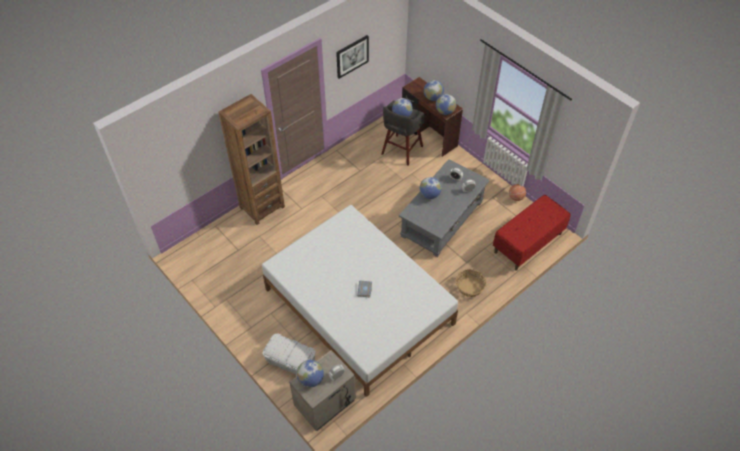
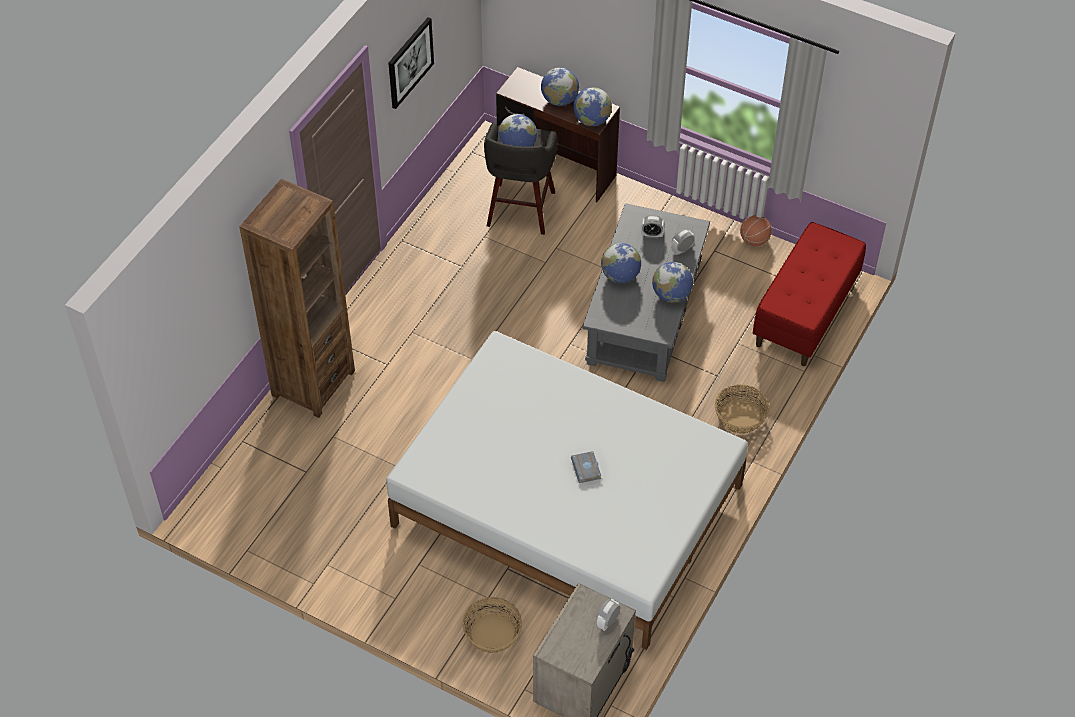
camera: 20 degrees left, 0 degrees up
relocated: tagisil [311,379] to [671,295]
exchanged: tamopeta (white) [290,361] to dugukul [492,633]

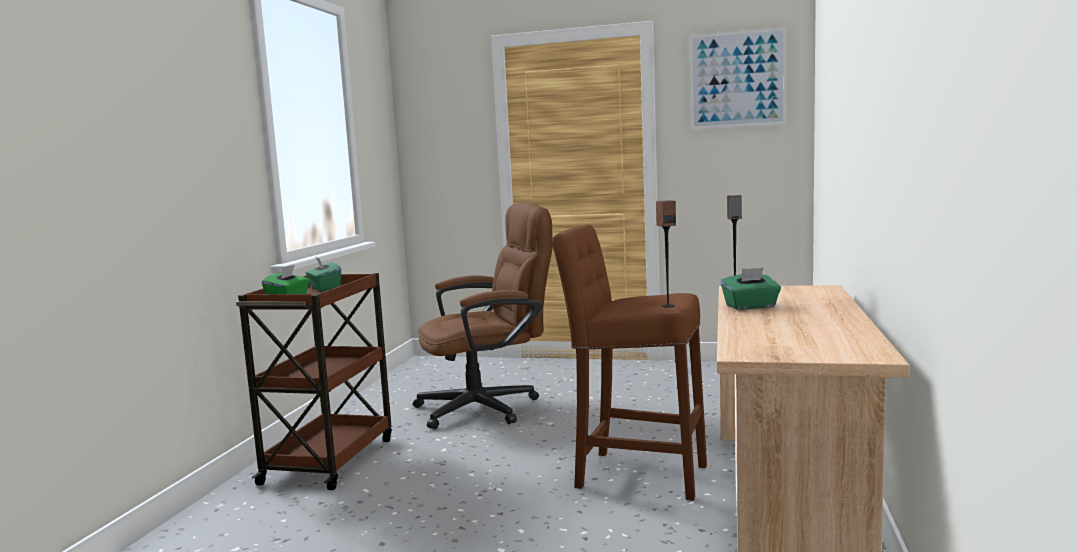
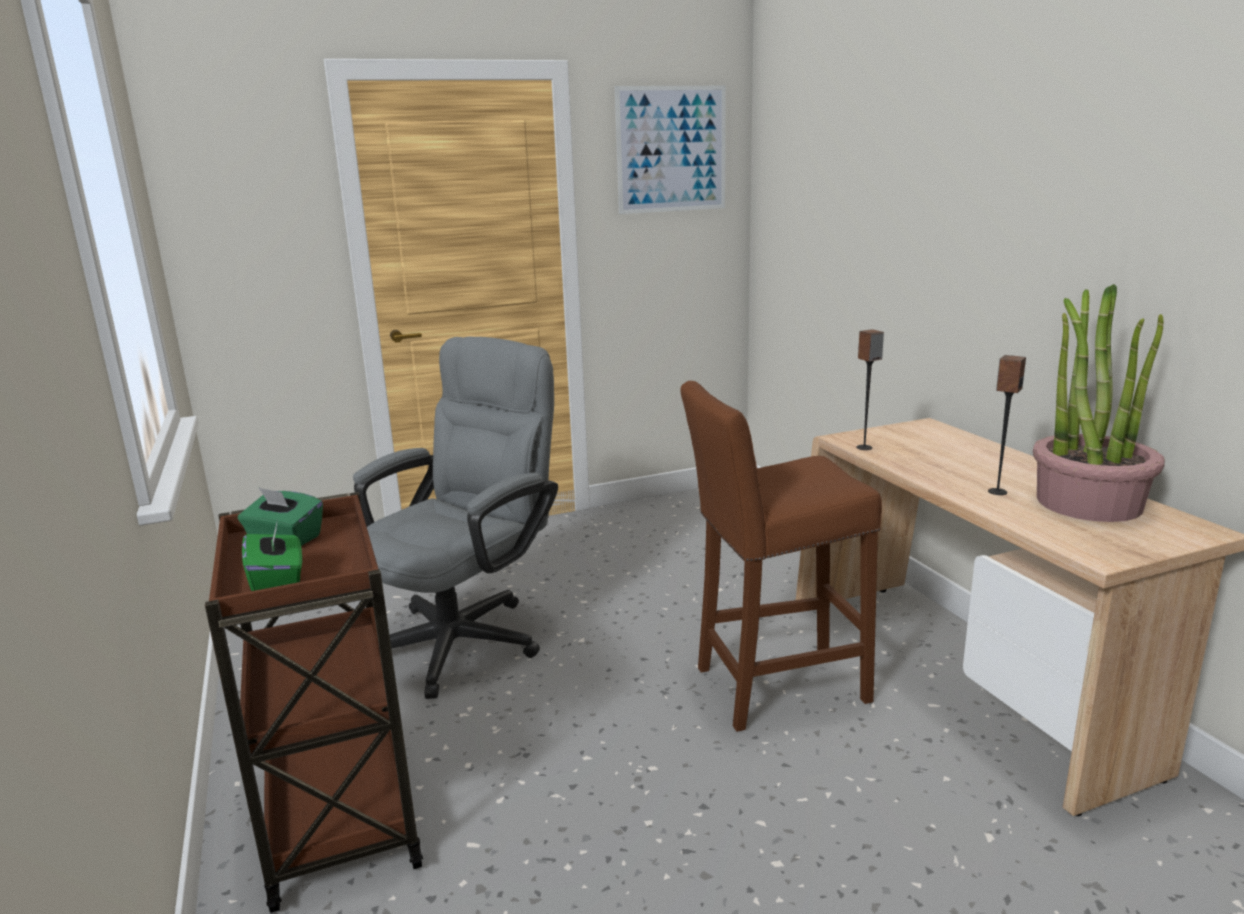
camera: 35 degrees left, 10 degrees up
missing: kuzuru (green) [751,306]
appeared: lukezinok [1088,502]
relocated: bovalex [667,306] to [997,492]
colour: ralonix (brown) [489,406] to ralonix (grey) [467,636]

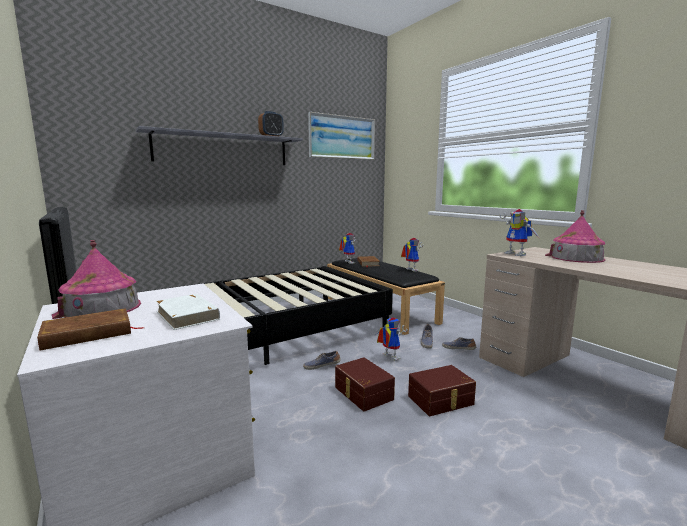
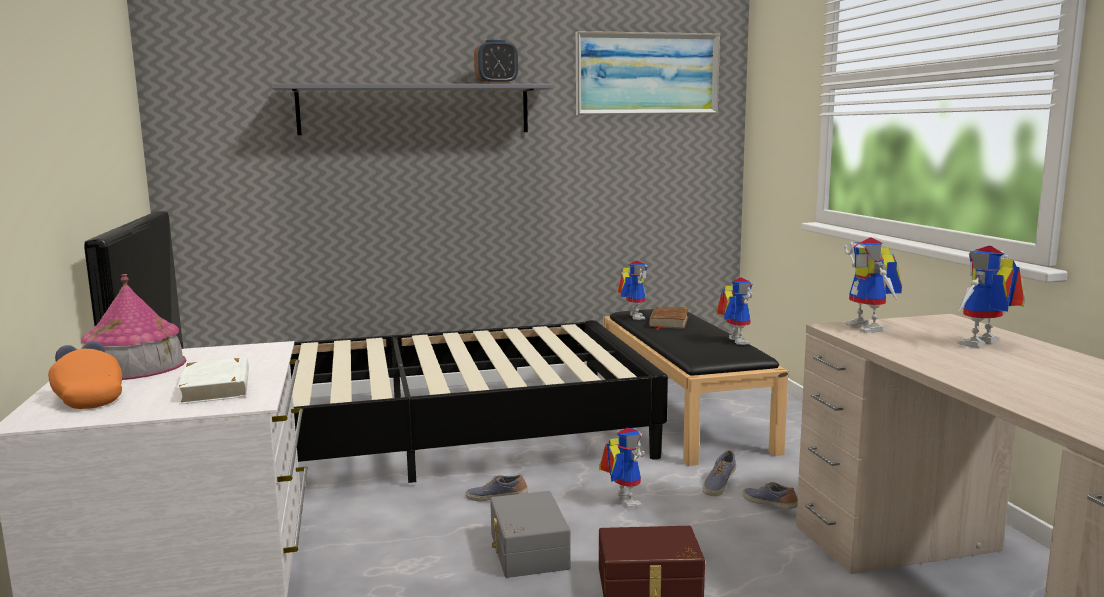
camera: 20 degrees right, 0 degrees up
exchanged: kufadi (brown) [88,334] to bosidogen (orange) [88,398]; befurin [576,257] to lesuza [983,344]
colour: tamopeta (brown) [362,393] to tamopeta (grey) [526,551]

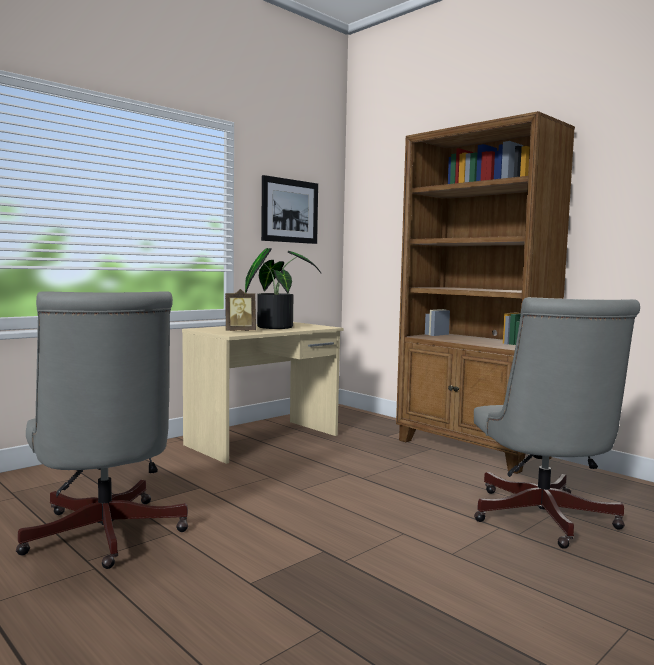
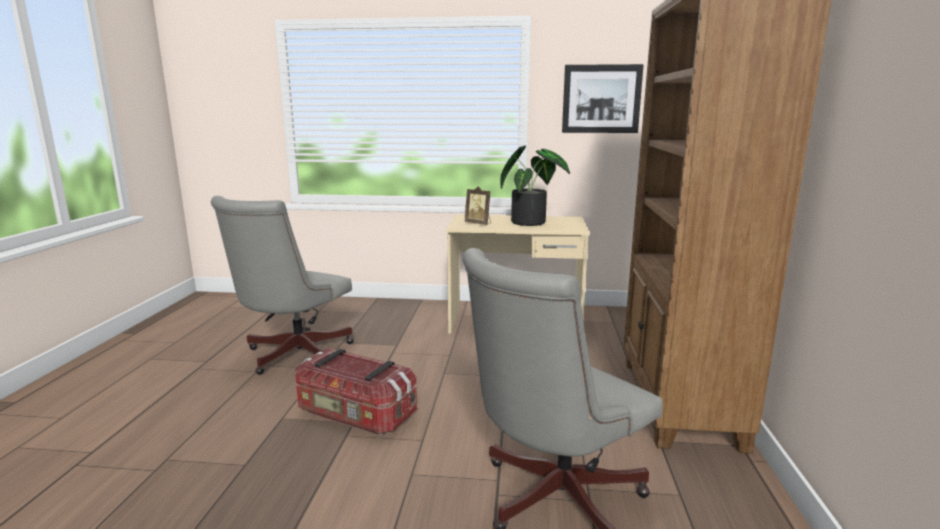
camera: 50 degrees right, 10 degrees up
appeared: tamopeta [355,414]

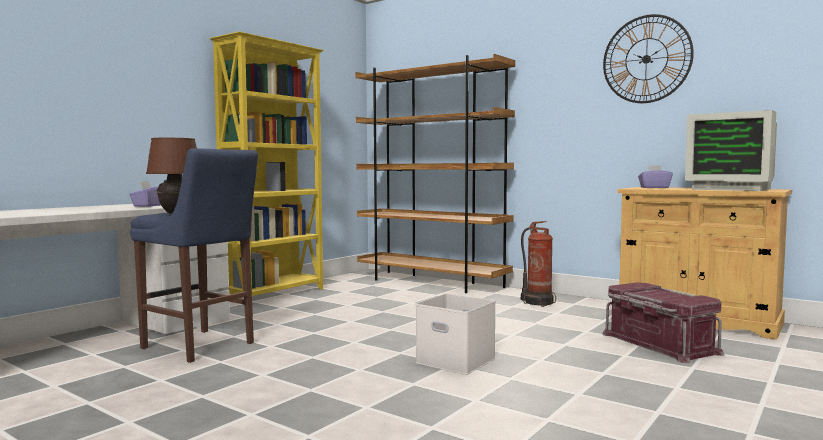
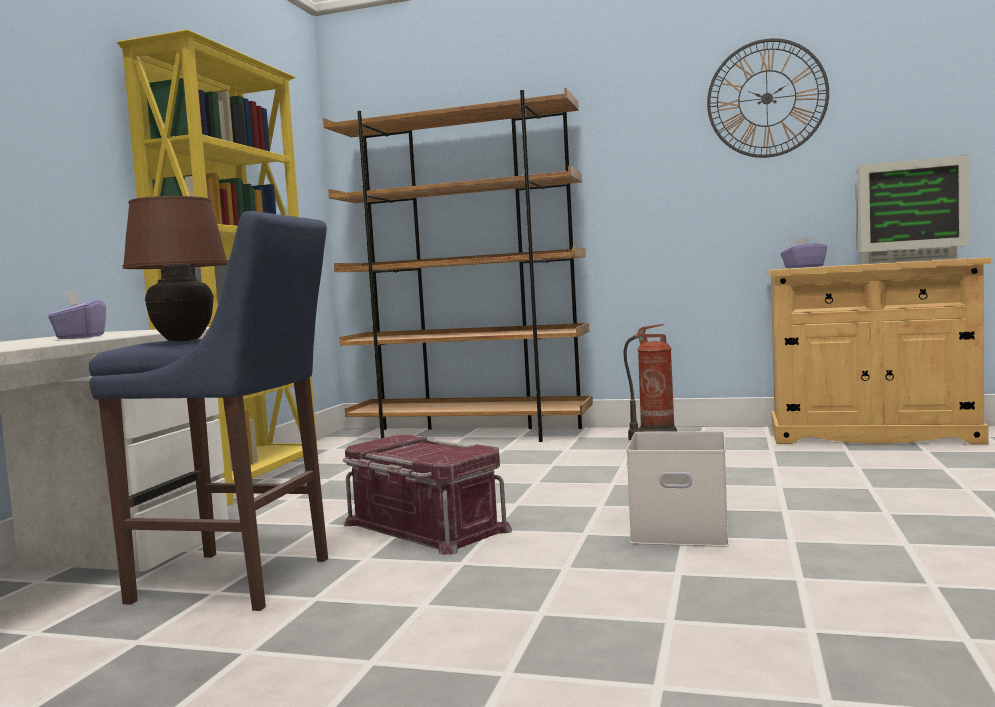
camera: 20 degrees left, 0 degrees up
relocated: tamopeta (red) [658,343] to [423,527]

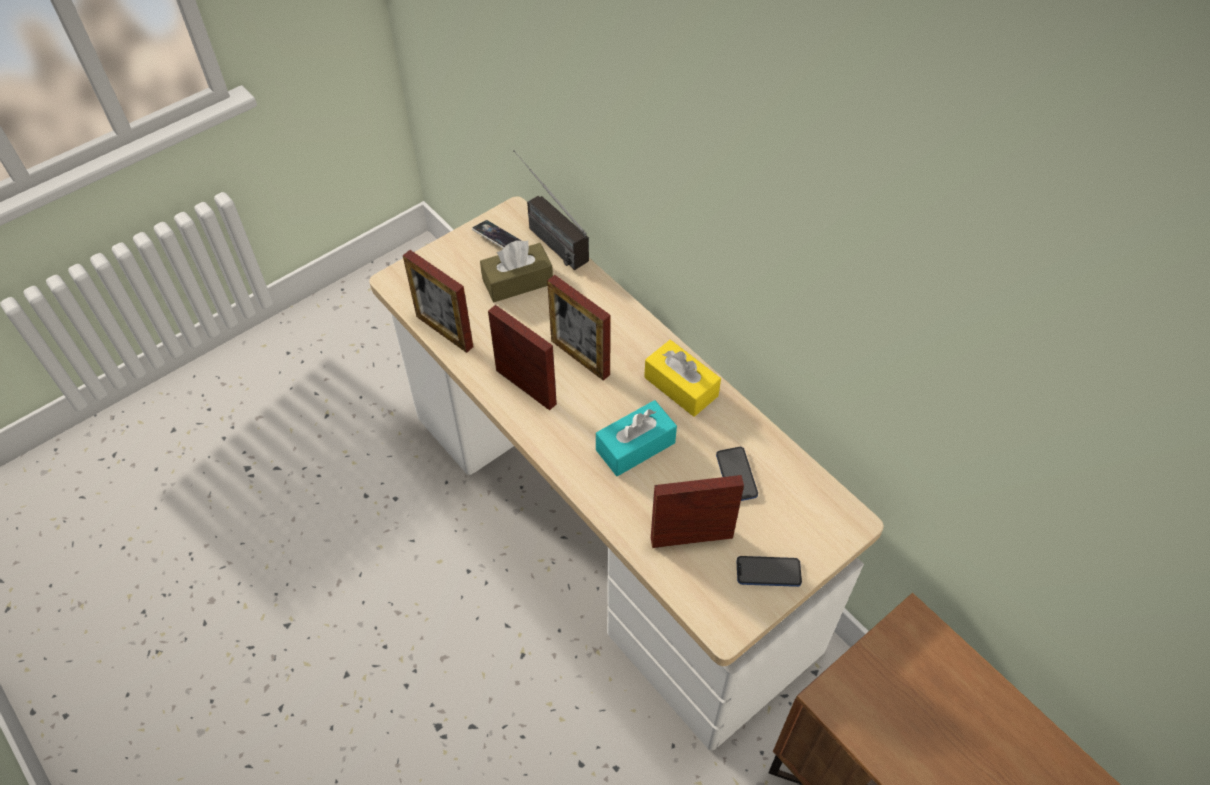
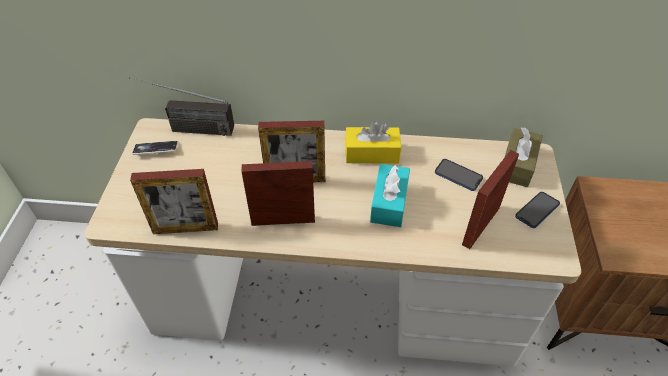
camera: 45 degrees left, 5 degrees down
relocated: kuzuru (brown) [517,281] to [517,165]

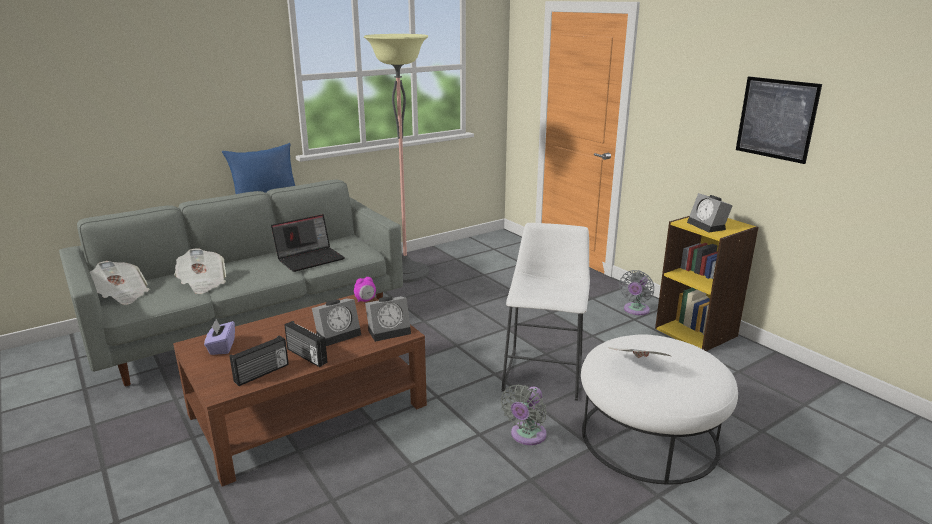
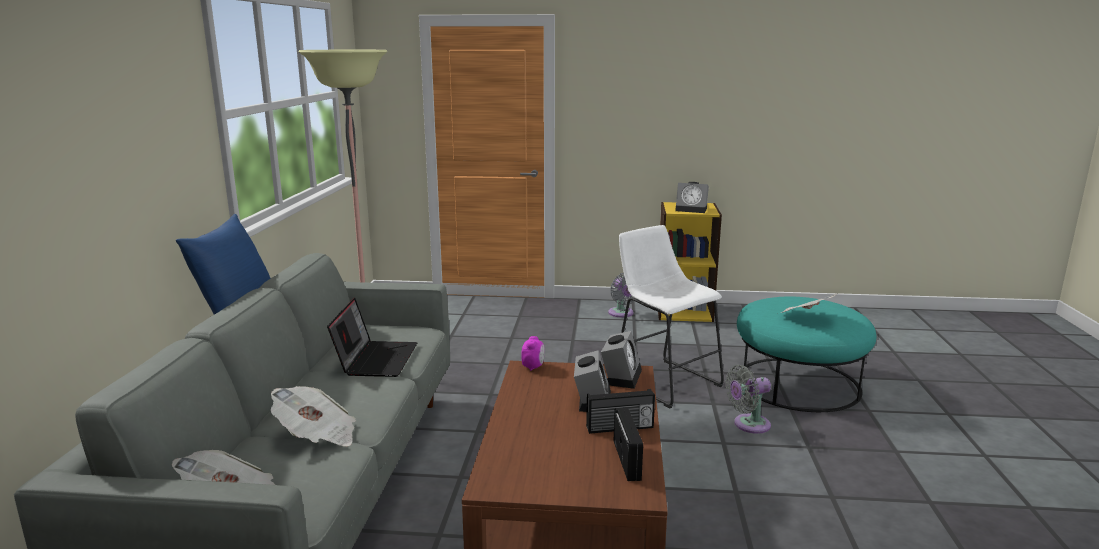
camera: 50 degrees left, 5 degrees down
missing: kuzuru (purple) [221,347]; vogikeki [776,119]
colour: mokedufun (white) [649,437] to mokedufun (turquoise) [798,383]
spun: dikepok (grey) [526,436] = [748,425] 90 degrees clockwise

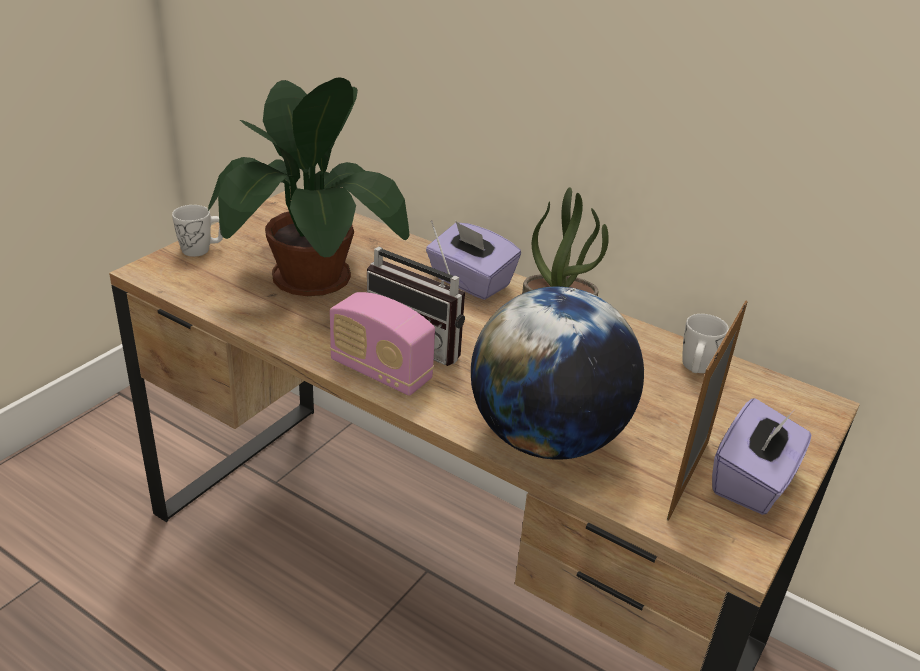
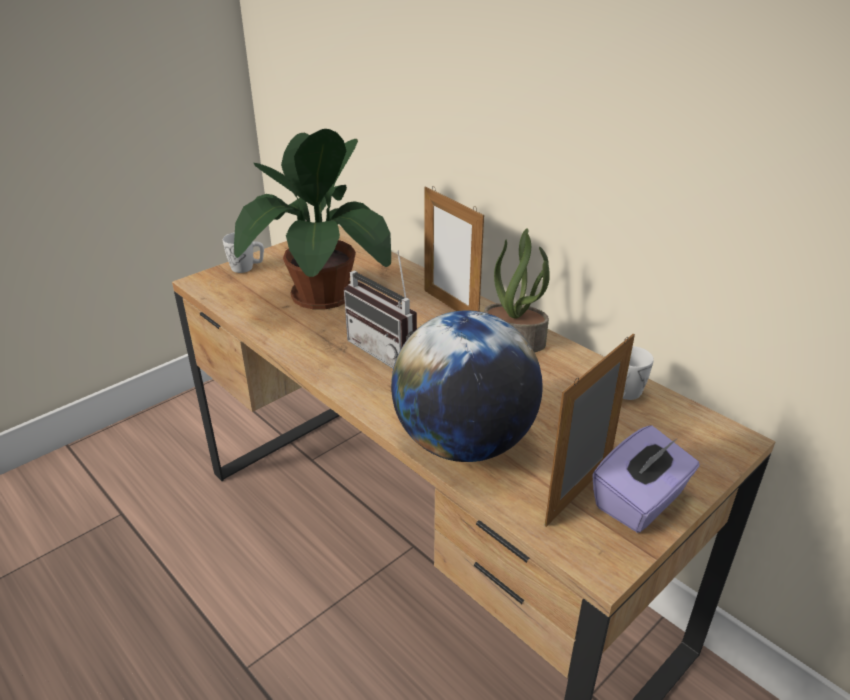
camera: 15 degrees right, 0 degrees up
missing: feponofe [381,372]
exchanged: kuzuru (purple) [470,282] to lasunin [450,306]

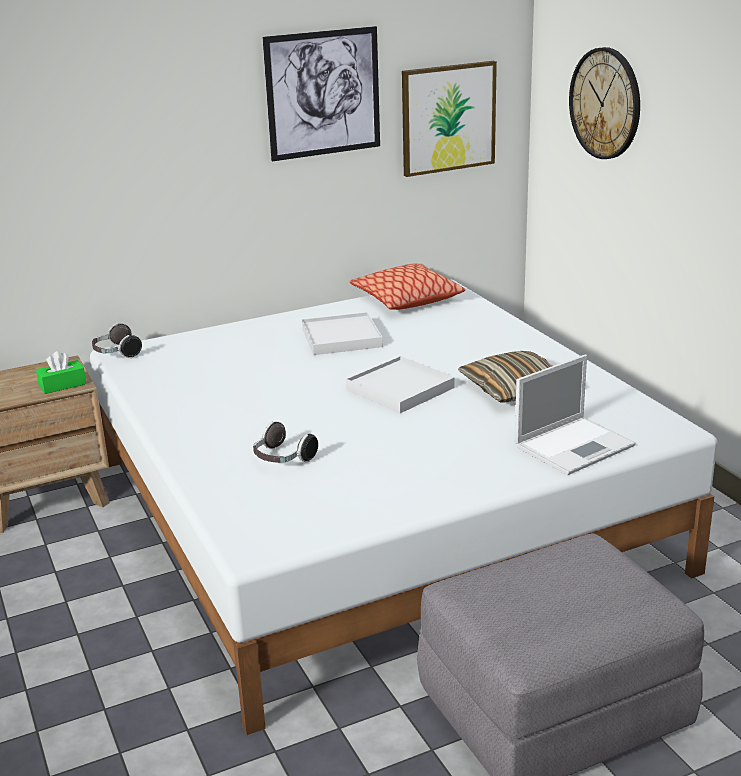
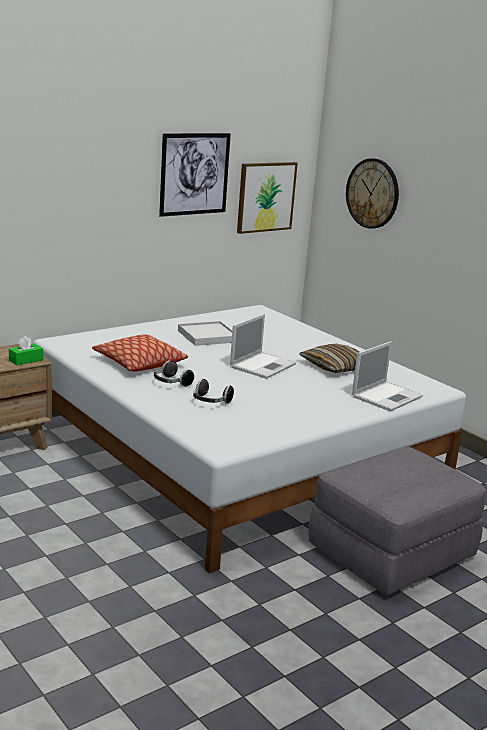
camera: 15 degrees left, 5 degrees down
relocated: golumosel [116,353] to [171,383]; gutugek [406,299] to [139,363]
exchanged: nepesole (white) [400,388] to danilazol [263,365]

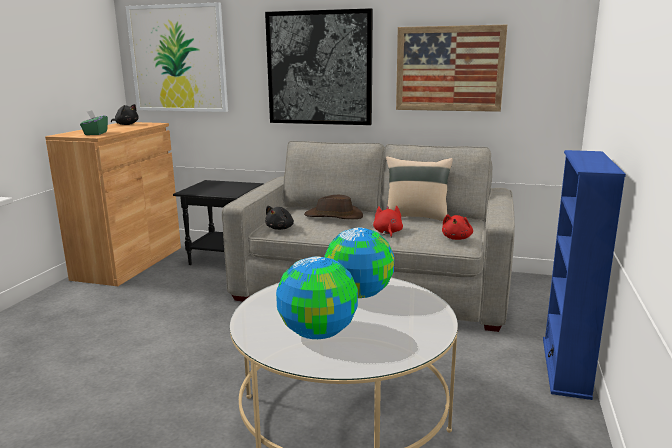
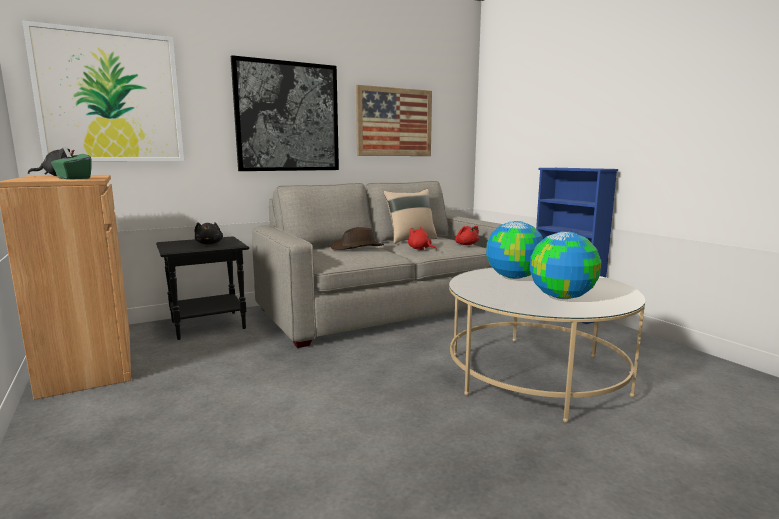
camera: 45 degrees left, 5 degrees down
relocated: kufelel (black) [280,228] to [209,244]

